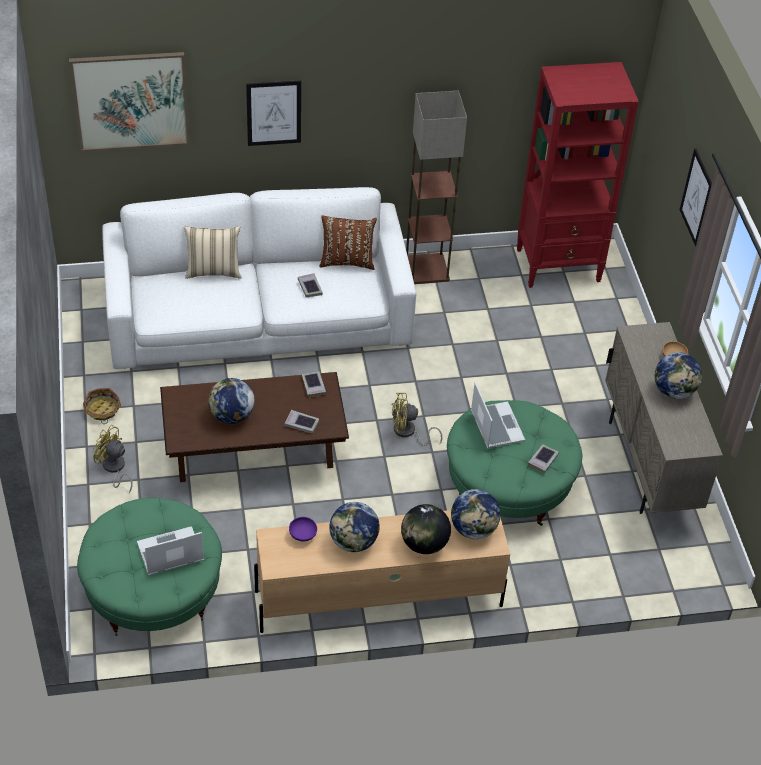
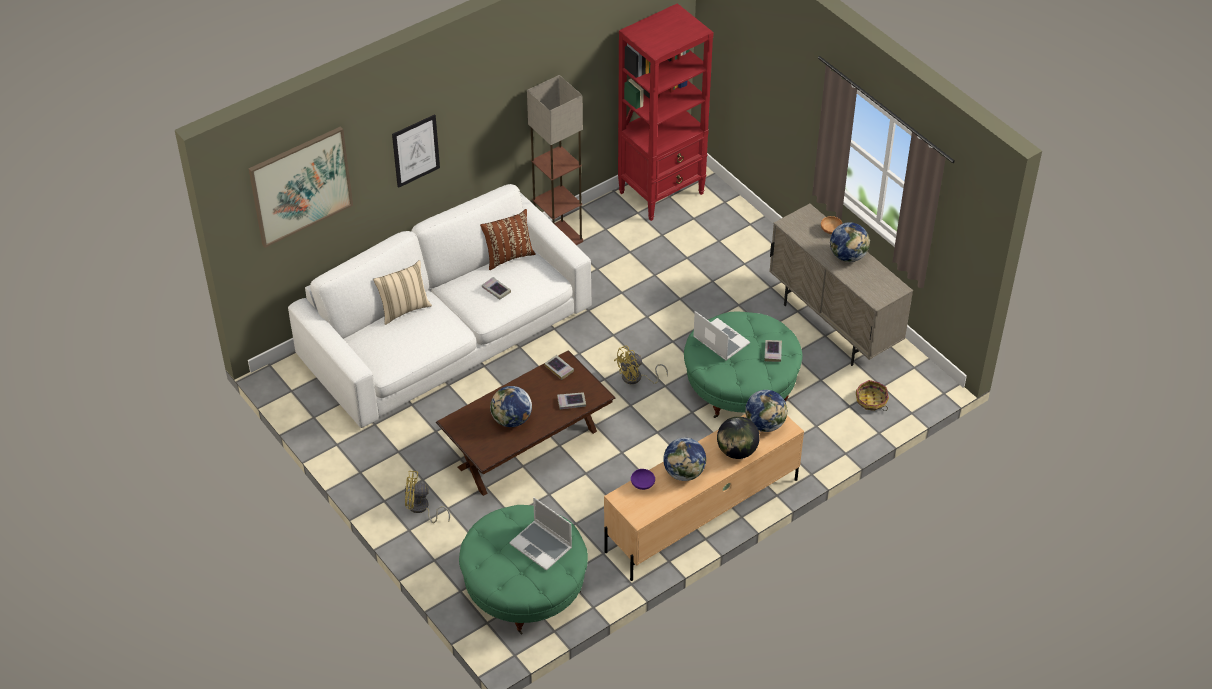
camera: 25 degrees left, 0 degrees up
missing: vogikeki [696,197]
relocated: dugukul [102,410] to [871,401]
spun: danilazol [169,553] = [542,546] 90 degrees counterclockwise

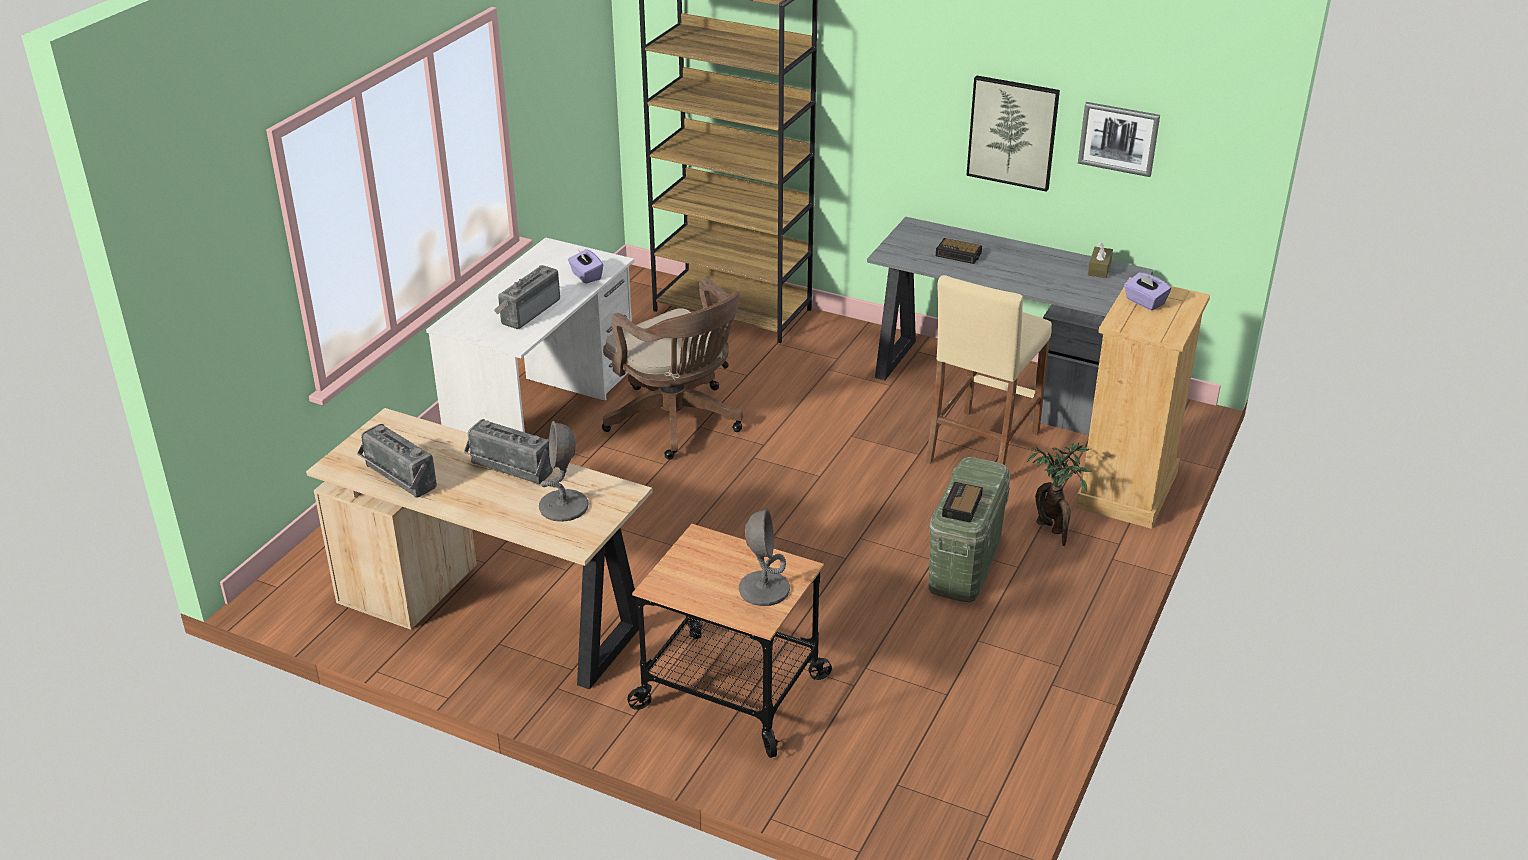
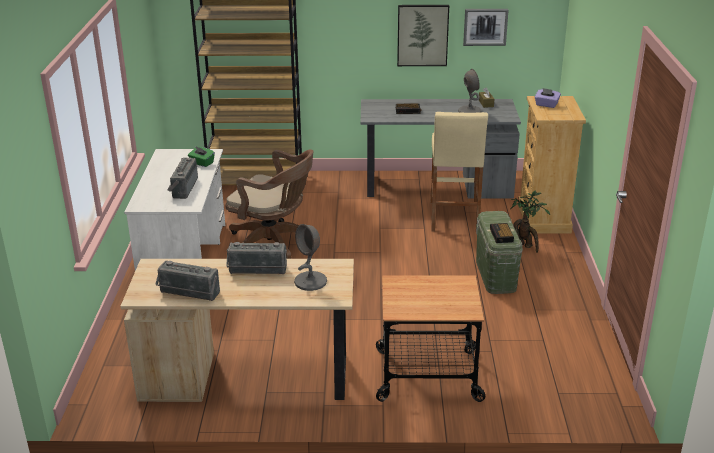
camera: 25 degrees left, 5 degrees down
relocated: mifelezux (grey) [764,589] to [469,111]
colour: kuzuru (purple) [586,276] to kuzuru (green) [202,163]

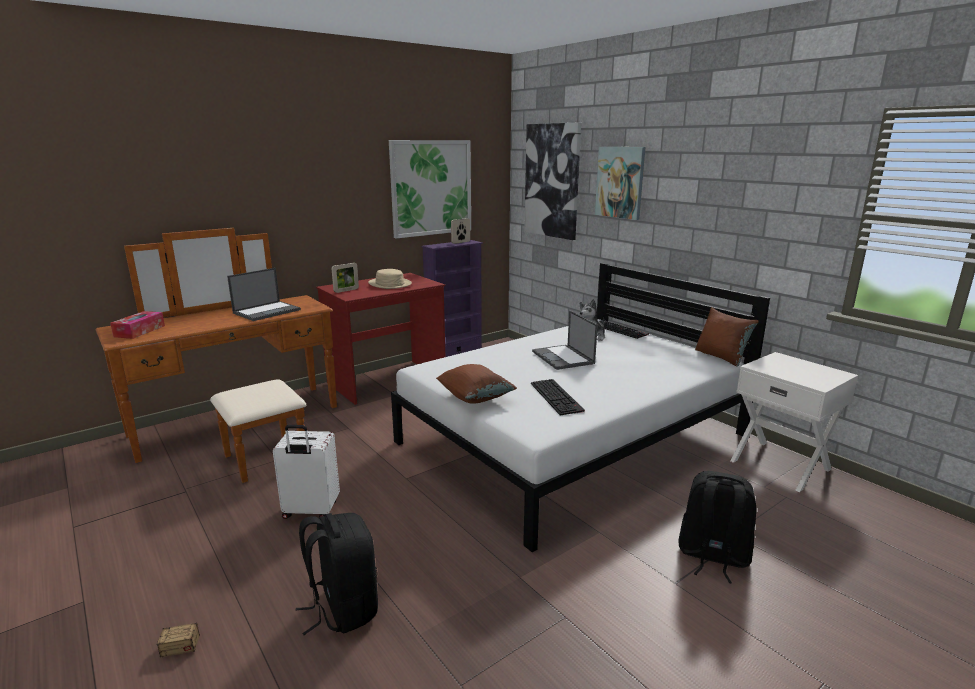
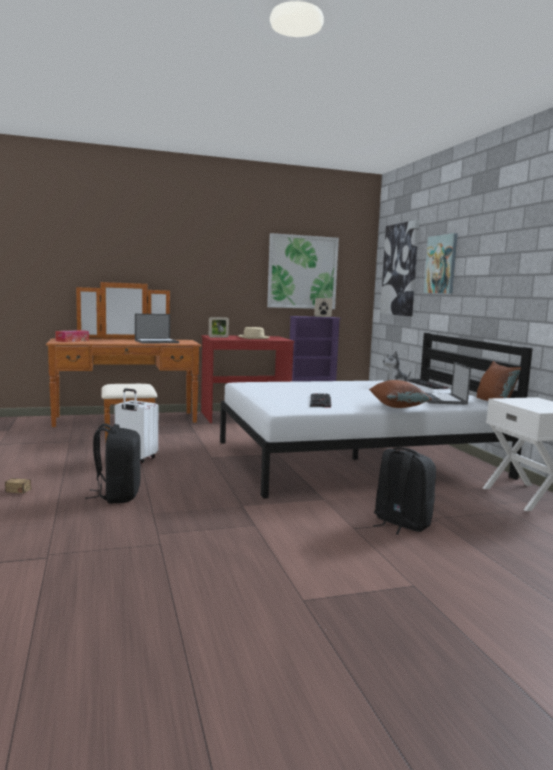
camera: 20 degrees right, 10 degrees down
relocated: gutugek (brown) [475,398] to [397,407]; danilazol [563,358] to [441,399]

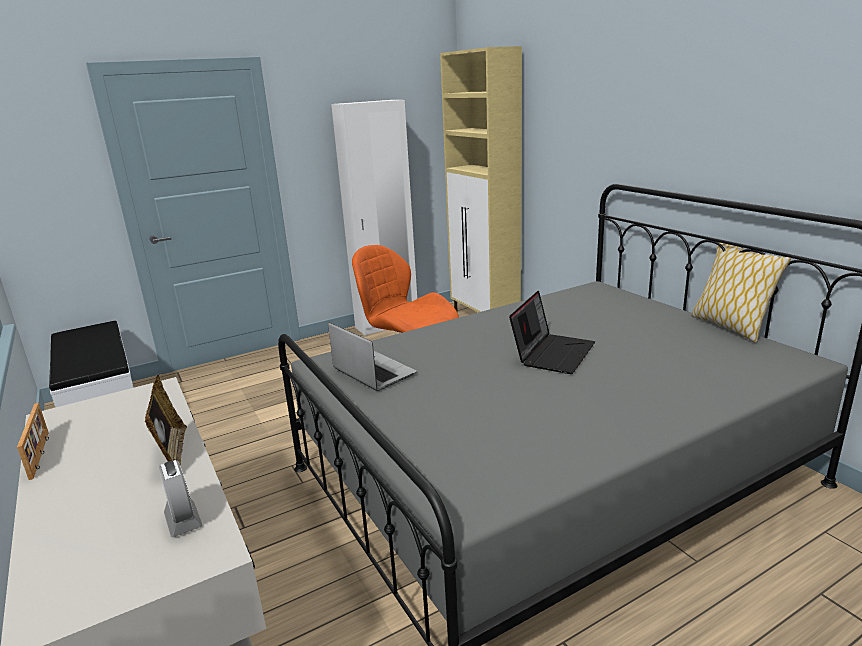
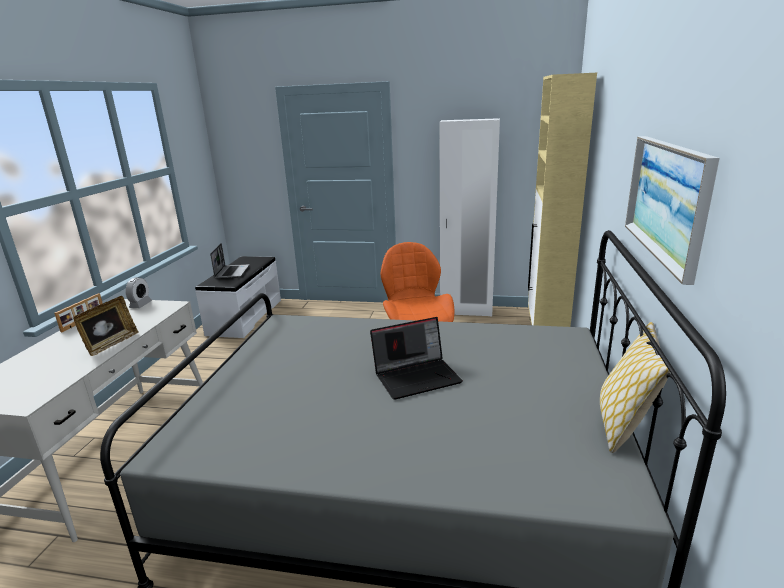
camera: 40 degrees right, 0 degrees up
appeared: vogikeki [666,199]
relocated: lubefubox [183,520] to [140,304]; danilazol [372,372] to [232,272]

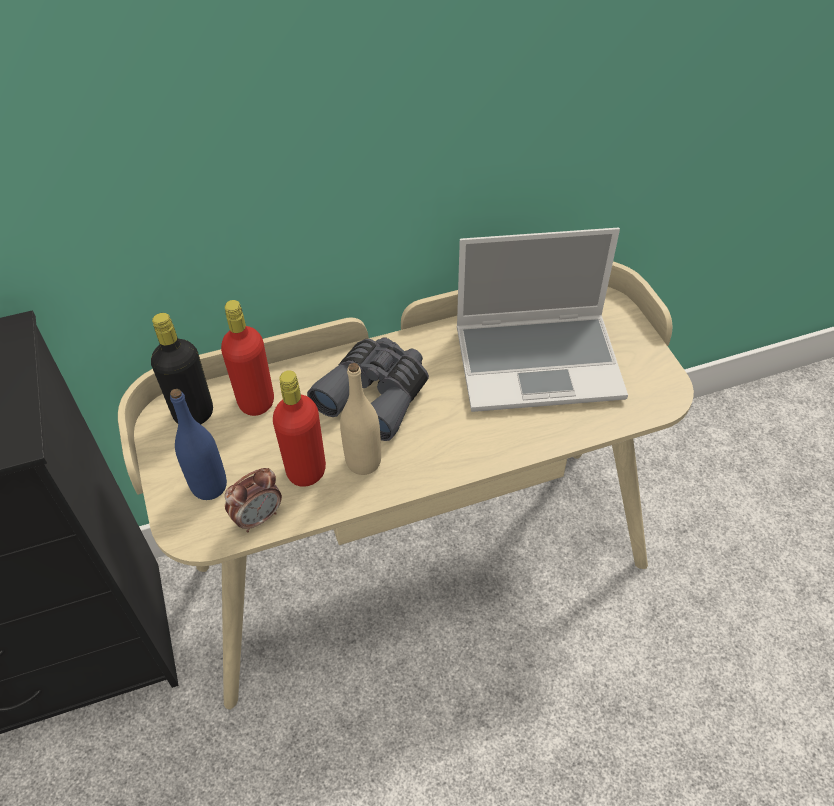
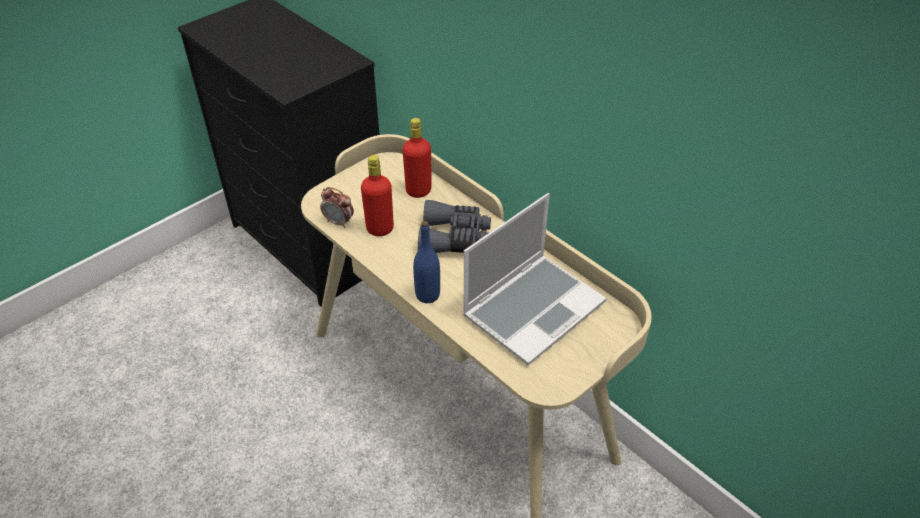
camera: 65 degrees right, 5 degrees down
missing: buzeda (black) [194,414]; buzeda (beige) [363,462]
relocated: buzeda (blue) [209,486] to [427,295]
spun: danilazol [539,362] = [533,308] 105 degrees counterclockwise

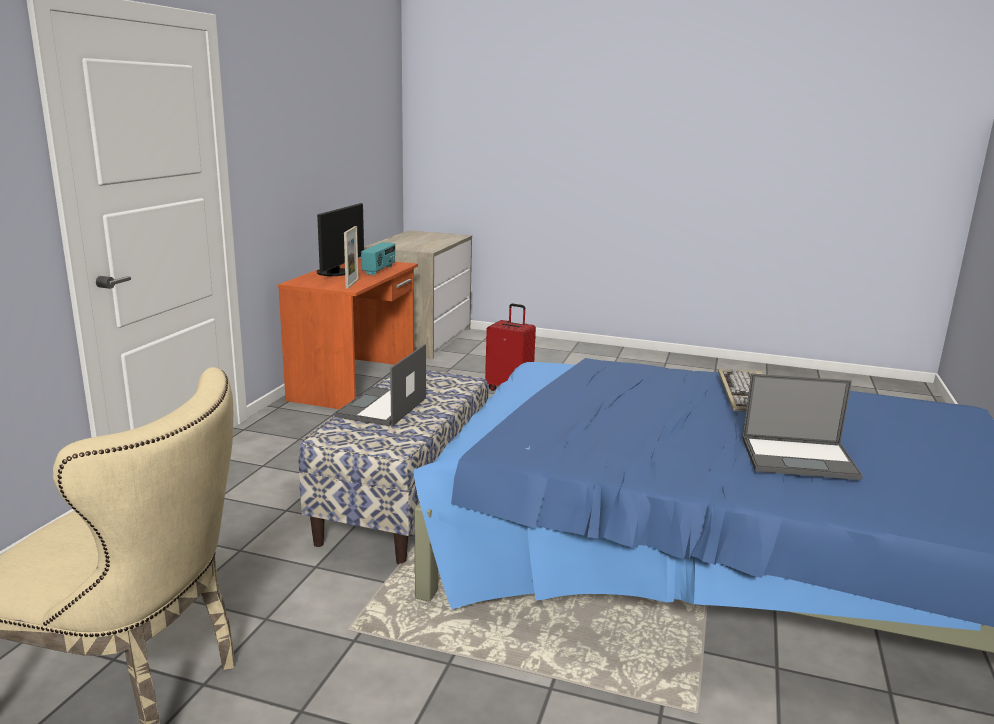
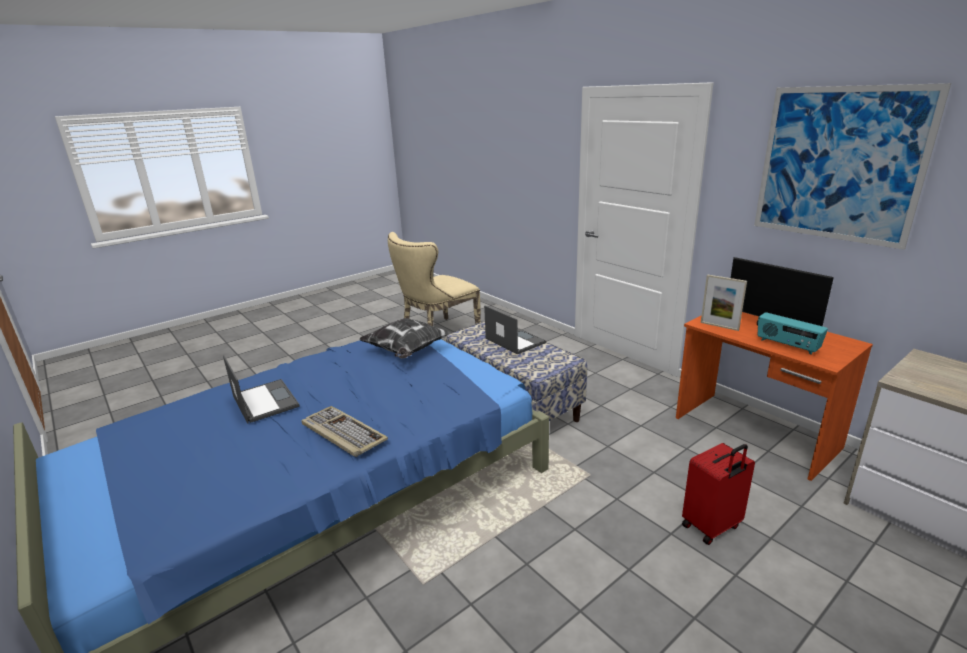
camera: 125 degrees right, 5 degrees up
appeared: gutugek [406,351]; vogikeki [838,164]
spun: danilazol [800,458] = [264,401] 105 degrees clockwise

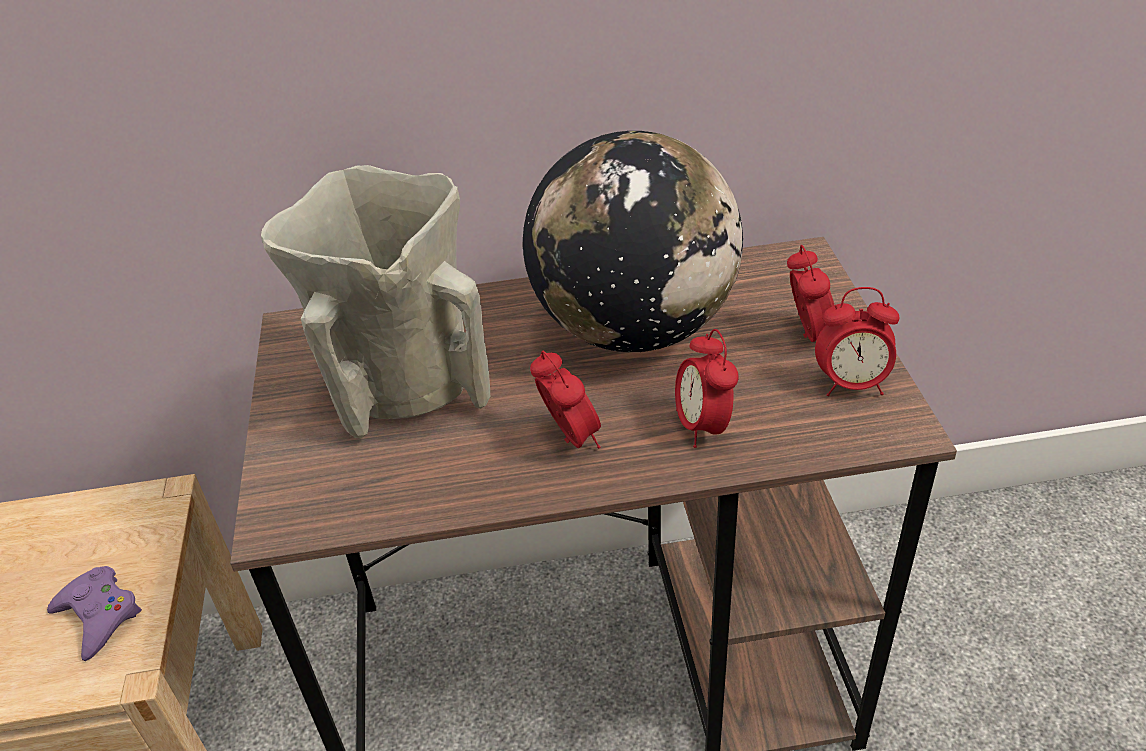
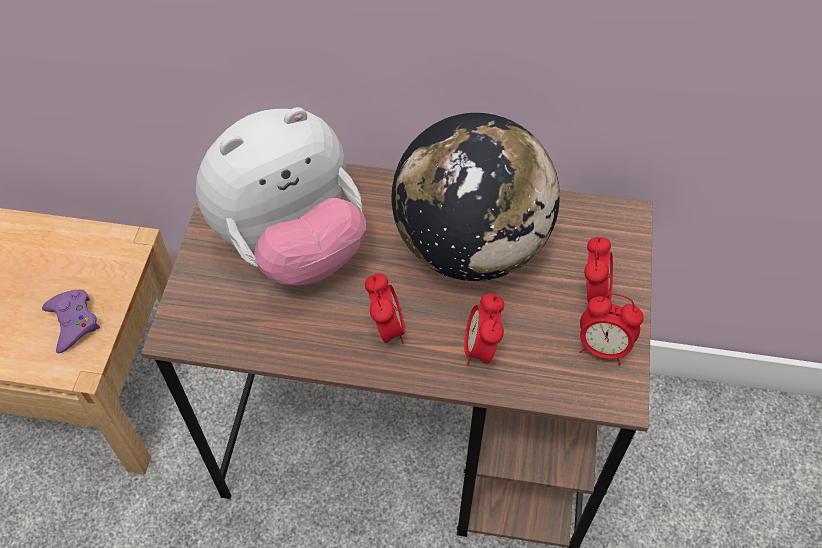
camera: 15 degrees right, 15 degrees up
exchanged: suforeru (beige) [403,385] to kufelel [292,245]

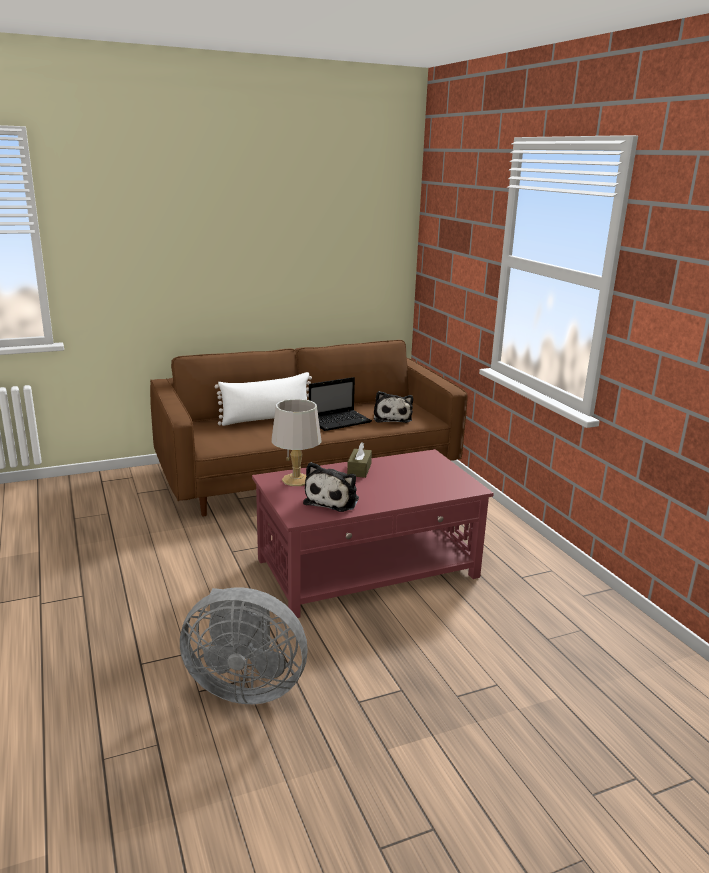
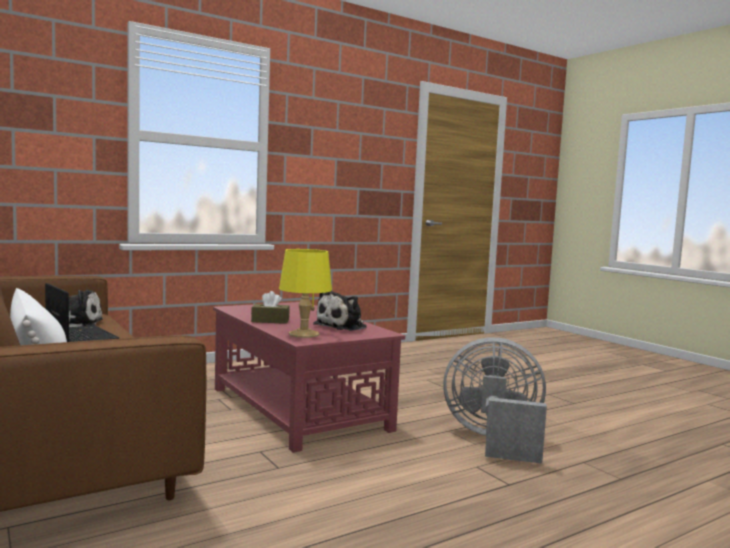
camera: 100 degrees left, 15 degrees down
colour: mifelezux (grey) [297,480] to mifelezux (yellow) [304,334]
spun: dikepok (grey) [245,686] = [494,440] 75 degrees counterclockwise; kufelel [333,500] = [343,326] 120 degrees clockwise

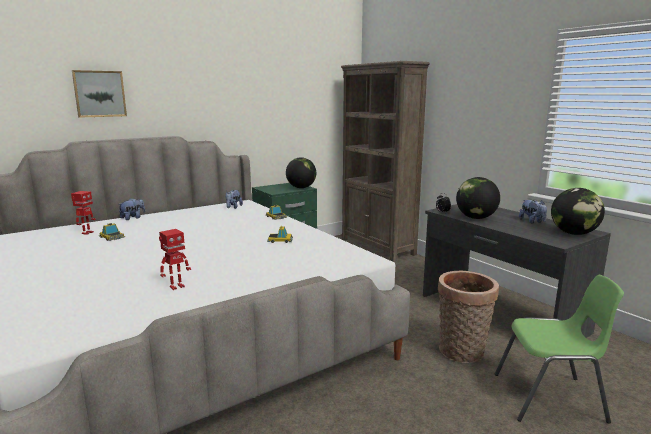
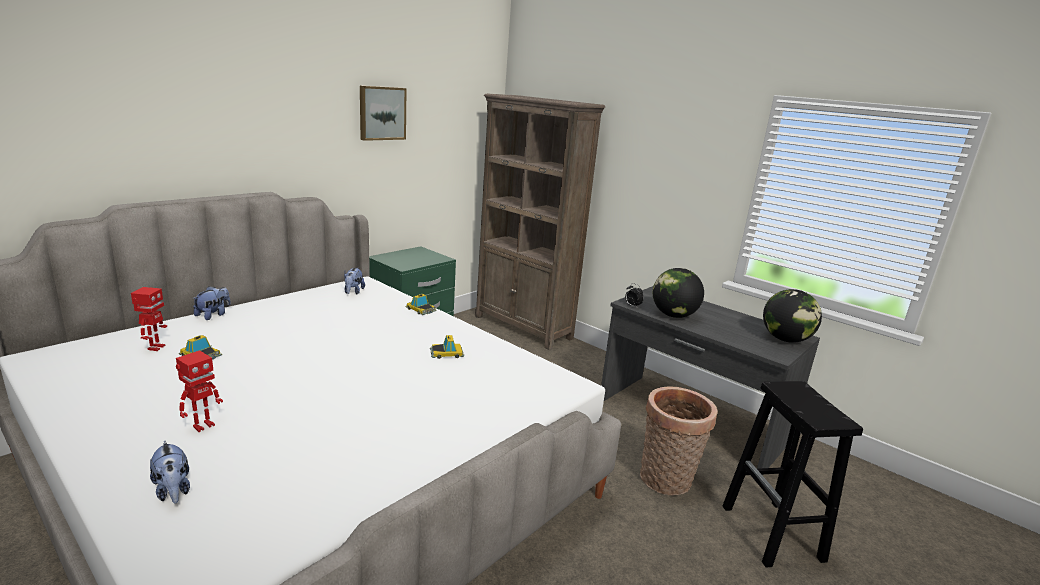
camera: 15 degrees left, 5 degrees up
missing: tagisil [301,188]
relocated: vogikeki [99,94] to [381,113]; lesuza [176,286] to [203,426]; kufelel [532,221] to [173,491]
exchanged: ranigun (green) [550,398] to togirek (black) [773,534]

